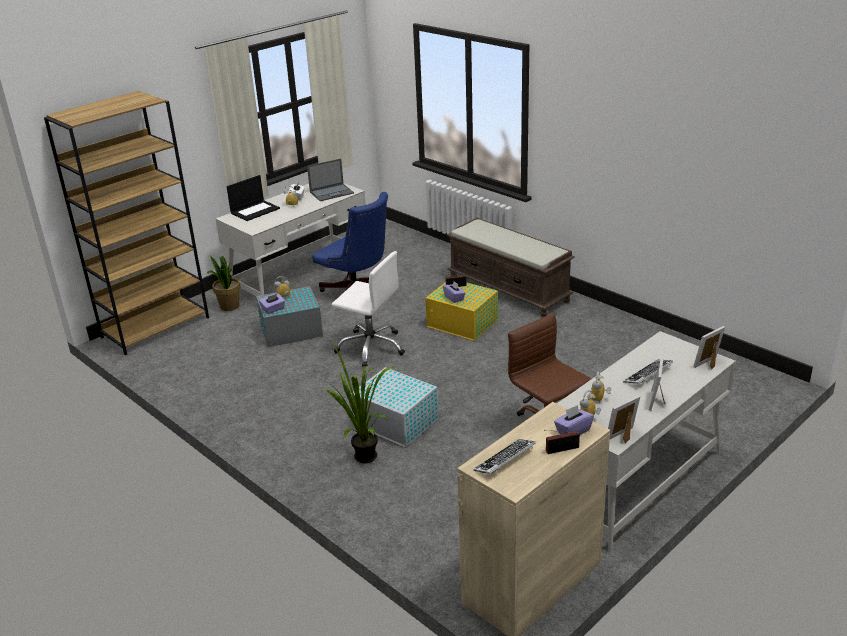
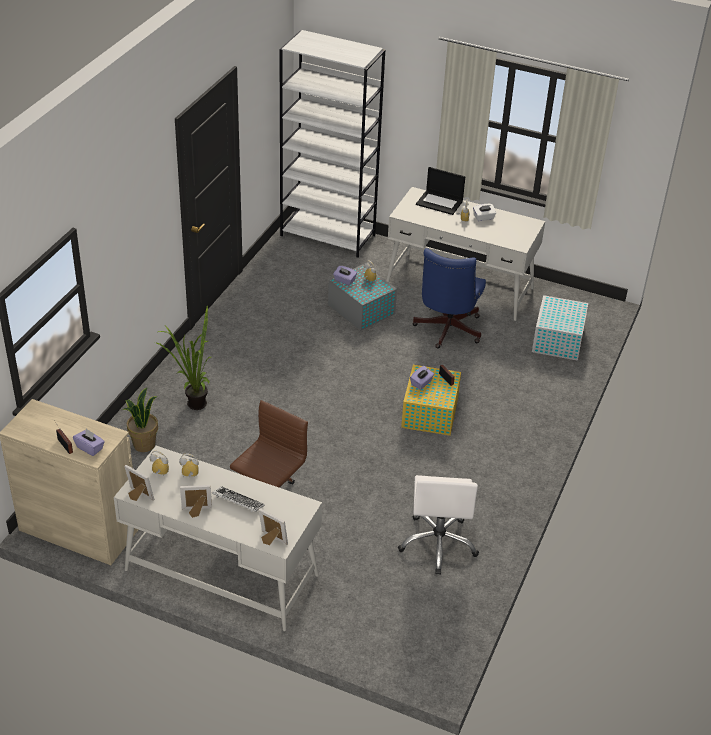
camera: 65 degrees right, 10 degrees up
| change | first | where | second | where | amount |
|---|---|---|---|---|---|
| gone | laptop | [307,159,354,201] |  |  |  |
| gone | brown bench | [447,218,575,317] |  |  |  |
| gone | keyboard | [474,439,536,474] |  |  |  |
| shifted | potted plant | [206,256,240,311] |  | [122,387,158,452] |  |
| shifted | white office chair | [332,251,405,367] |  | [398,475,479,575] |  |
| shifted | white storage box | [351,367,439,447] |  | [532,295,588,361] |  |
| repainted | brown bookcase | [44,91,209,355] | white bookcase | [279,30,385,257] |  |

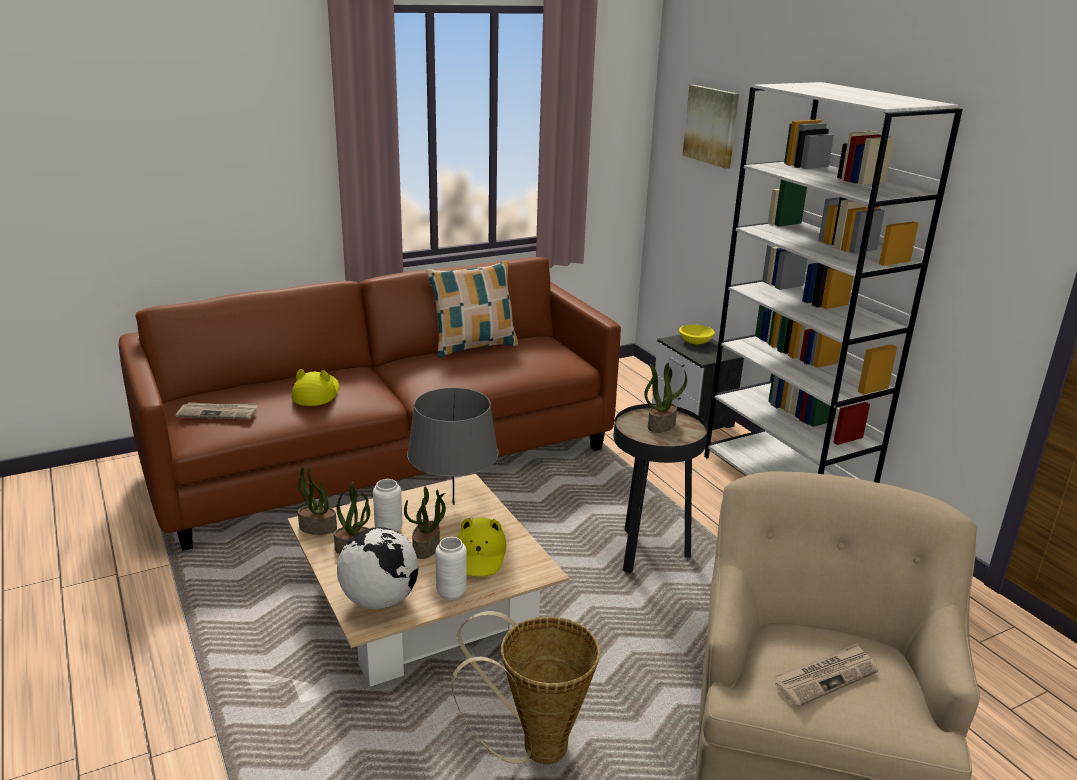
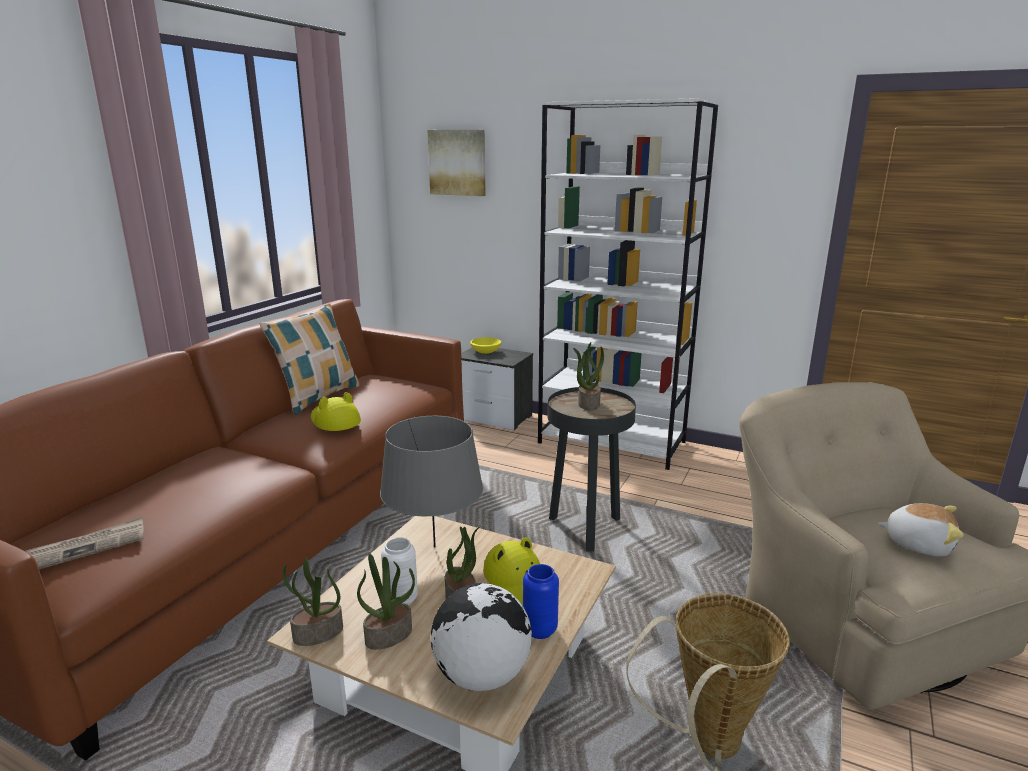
camera: 35 degrees left, 5 degrees down
| change | first | where | second | where | amount |
|---|---|---|---|---|---|
| shifted | yellow hat | [292,369,339,406] |  | [311,392,361,431] |  |
| swapped | newspaper | [774,643,878,707] | plush toy | [877,503,964,556] |  |
| repainted | white vase | [435,537,467,600] | blue vase | [523,564,559,639] |  |

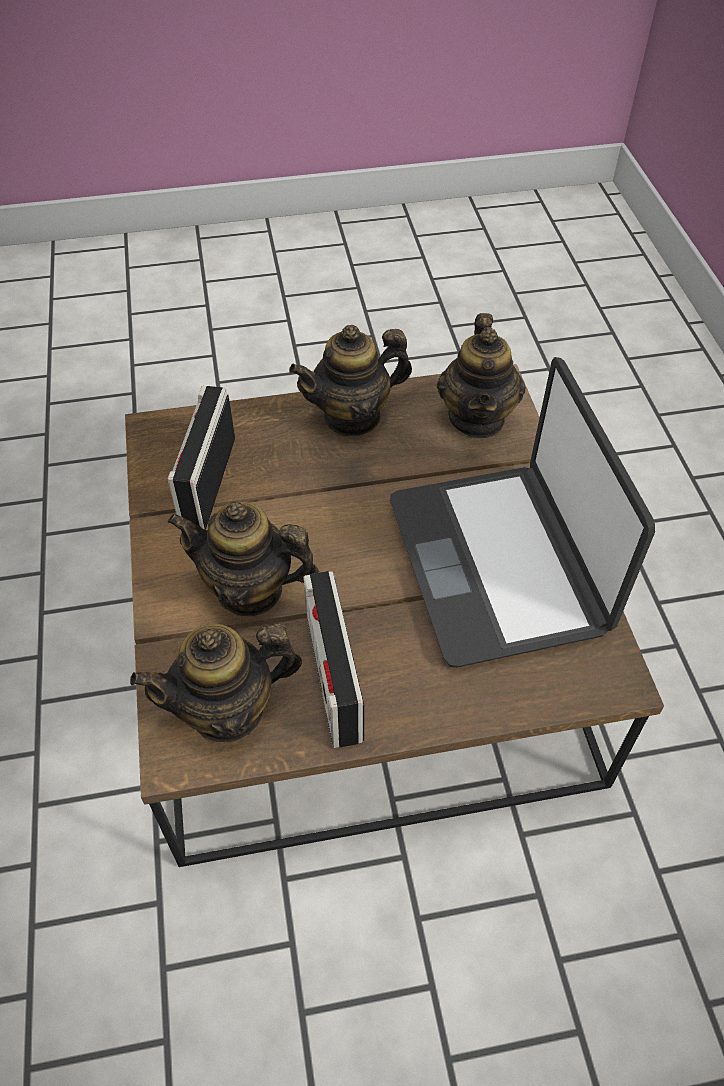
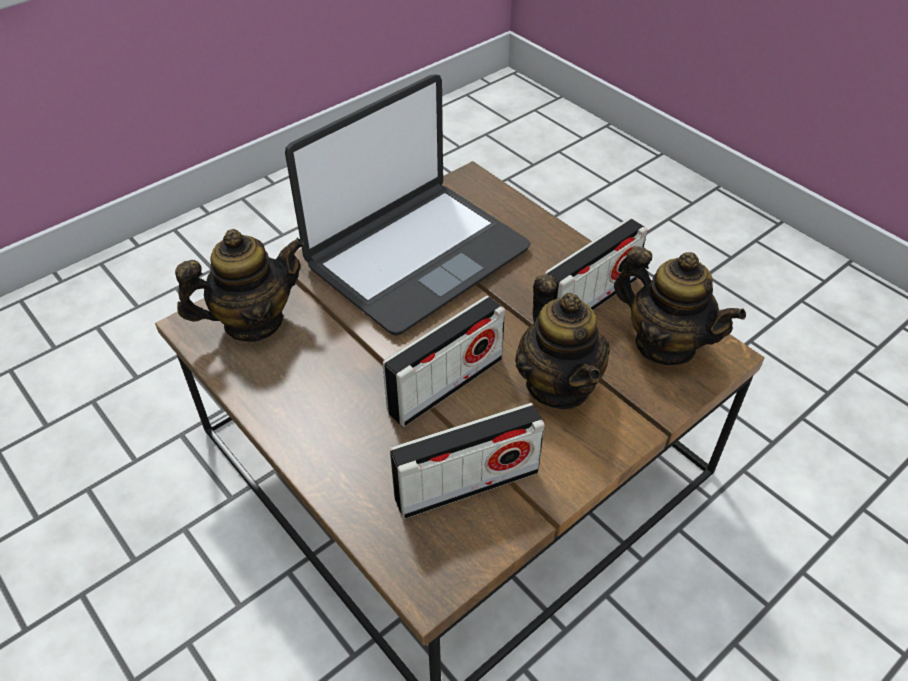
camera: 120 degrees left, 5 degrees down
| change | first | where | second | where | amount |
|---|---|---|---|---|---|
| gone | teapot | [289,325,412,436] |  |  |  |
| new |  |  | radio | [383,296,505,427] |  |

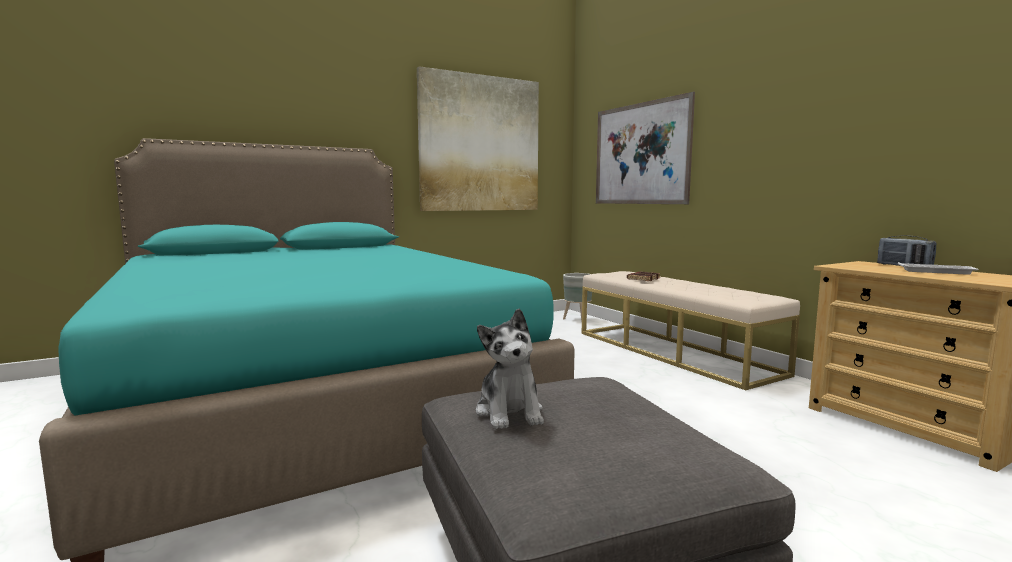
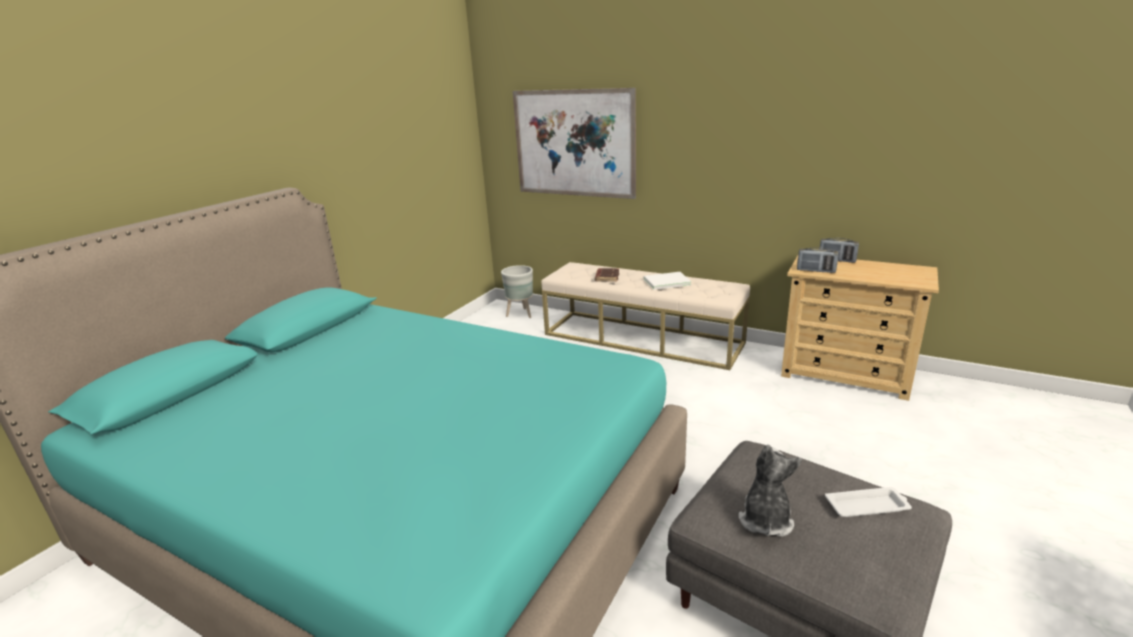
camera: 30 degrees left, 15 degrees up
| change | first | where | second | where | amount |
|---|---|---|---|---|---|
| gone | picture | [417,66,539,211] |  |  |  |
| new |  |  | white book | [643,272,692,290] |  |
| new |  |  | radio | [797,247,839,273] |  |
| shifted | white tray | [898,262,978,275] |  | [825,487,912,517] |  |
| rotated | plush toy | [476,309,544,429] |  | [738,444,802,537] | 120 degrees counterclockwise |

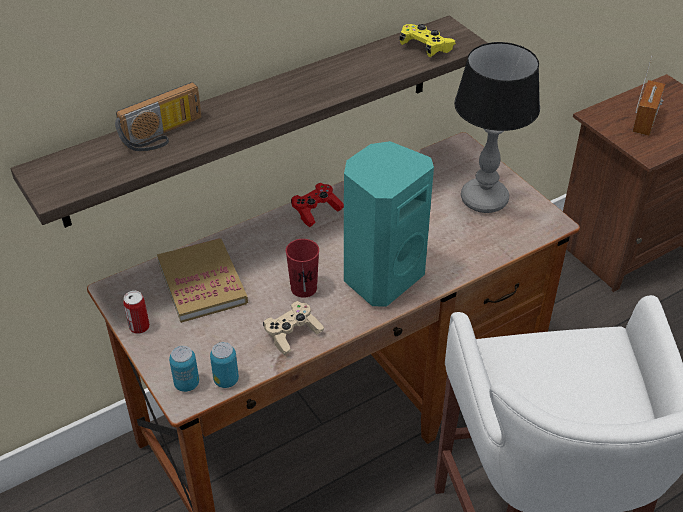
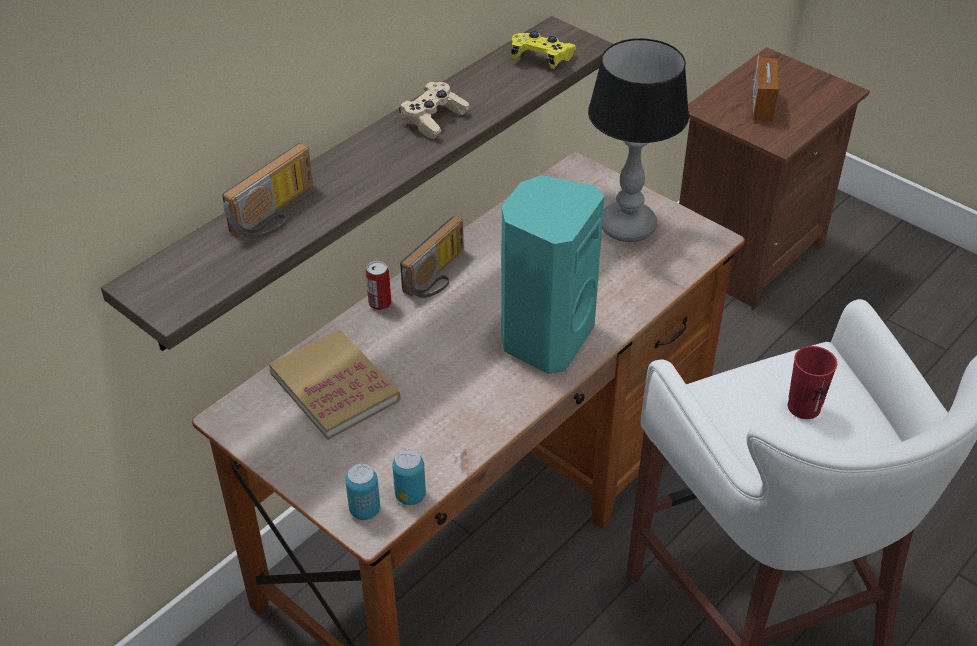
camera: 15 degrees left, 0 degrees up
| change | first | where | second | where | amount |
|---|---|---|---|---|---|
| shifted | can | [123,291,150,334] |  | [366,261,391,310] |  |
| shifted | beige game controller | [263,301,324,355] |  | [399,82,470,139] |  |
| shifted | red cup | [286,239,319,298] |  | [788,346,837,419] |  |
| swapped | red game controller | [291,183,344,227] | radio | [400,216,464,298] |  |

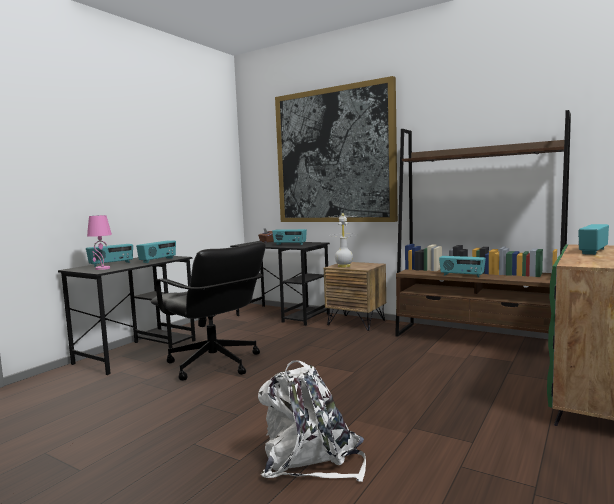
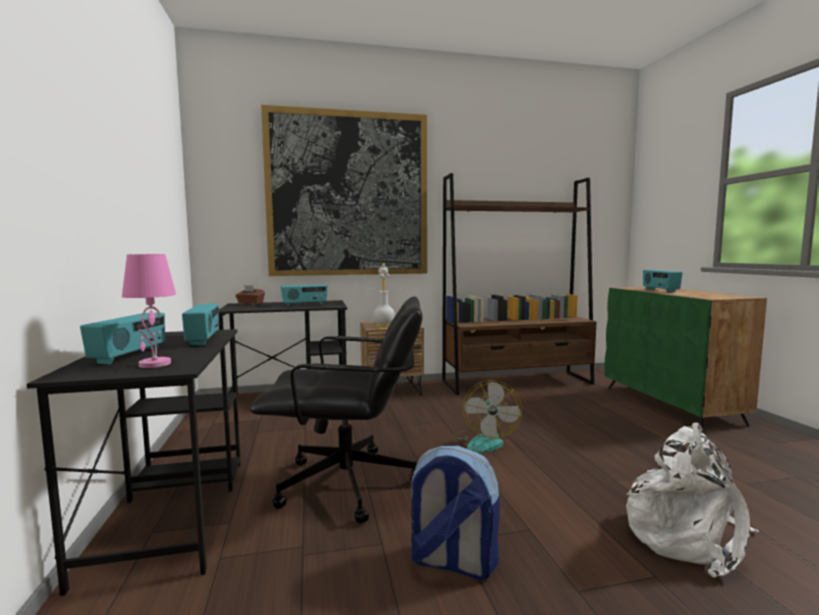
camera: 45 degrees left, 0 degrees up
| change | first | where | second | where | amount |
|---|---|---|---|---|---|
| gone | radio | [439,256,486,278] |  |  |  |
| new |  |  | backpack | [409,446,500,580] |  |
| new |  |  | fan | [453,380,522,453] |  |

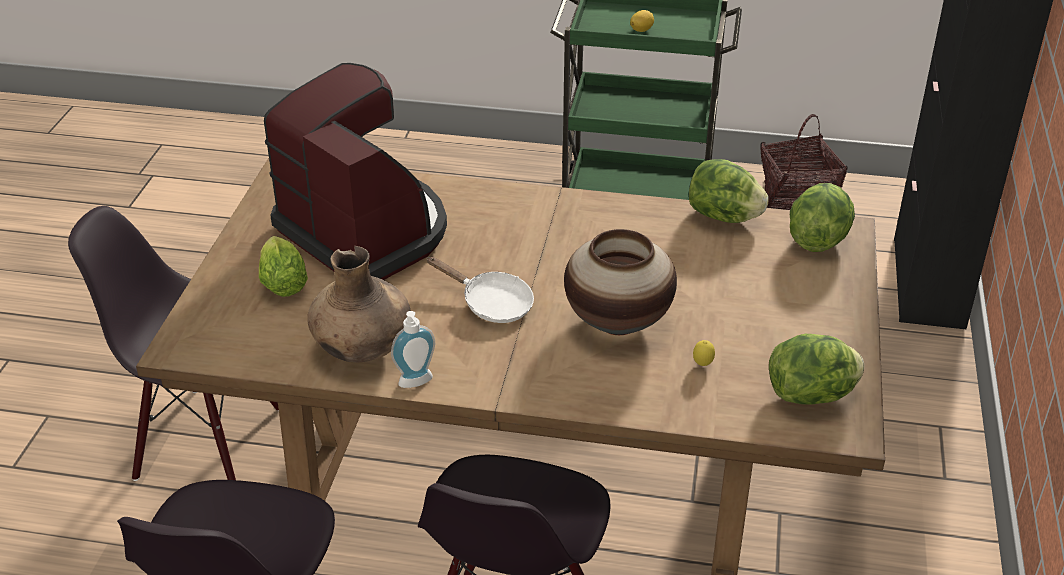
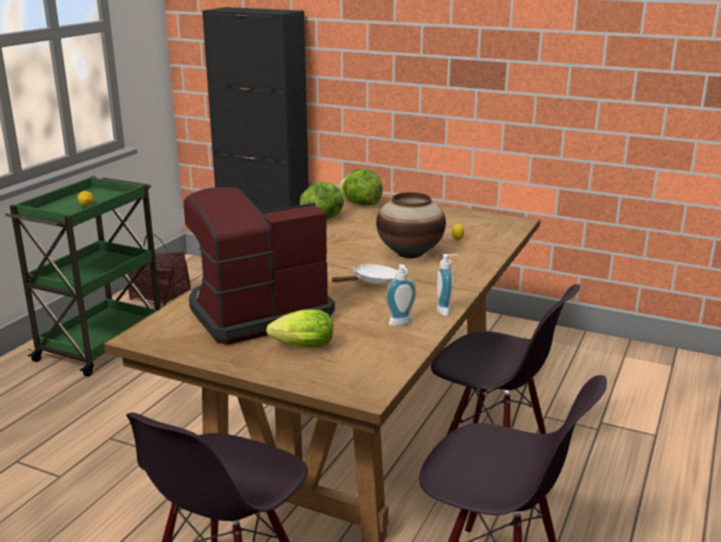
camera: 75 degrees left, 15 degrees down
| change | first | where | second | where | amount |
|---|---|---|---|---|---|
| gone | lettuce | [769,334,864,405] |  |  |  |
| swapped | brown vase | [307,246,410,363] | soap dispenser | [386,264,416,326] |  |

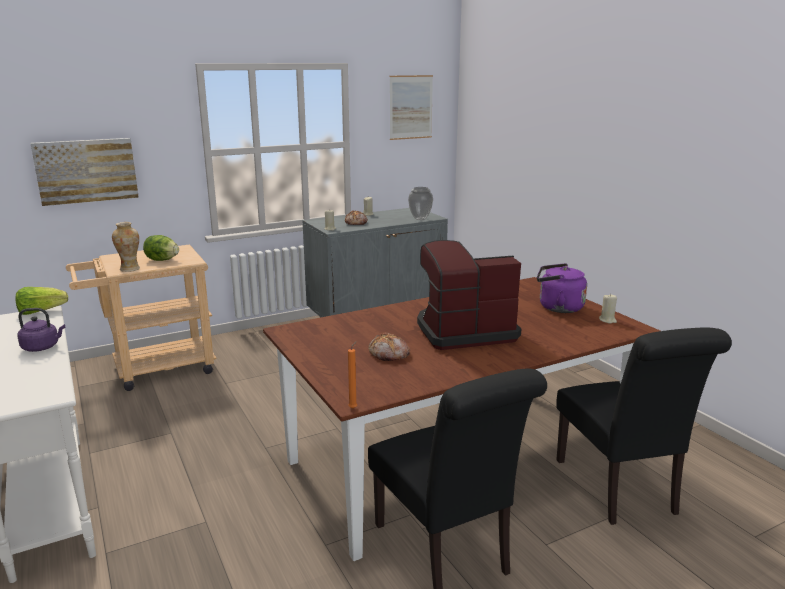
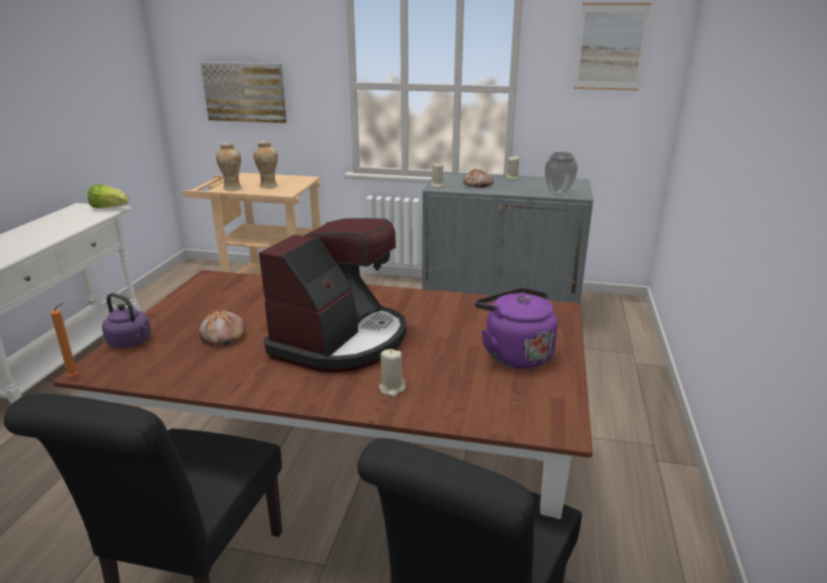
camera: 40 degrees right, 5 degrees up
| change | first | where | second | where | amount |
|---|---|---|---|---|---|
| shifted | purple kettle | [17,308,65,352] |  | [102,293,151,348] |  |
| shifted | beige candle | [599,294,617,324] |  | [379,349,406,397] |  |
| swapped | lettuce | [143,235,179,261] | vase | [253,141,278,188] |  |
| rotated | coffee machine | [417,240,522,350] |  | [259,218,407,373] | 90 degrees clockwise |

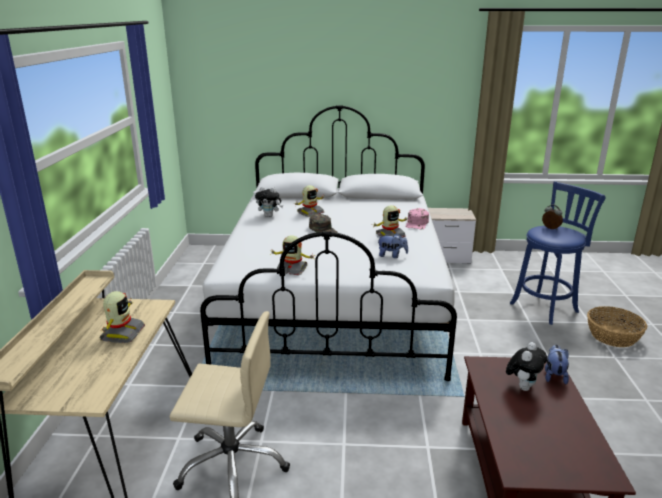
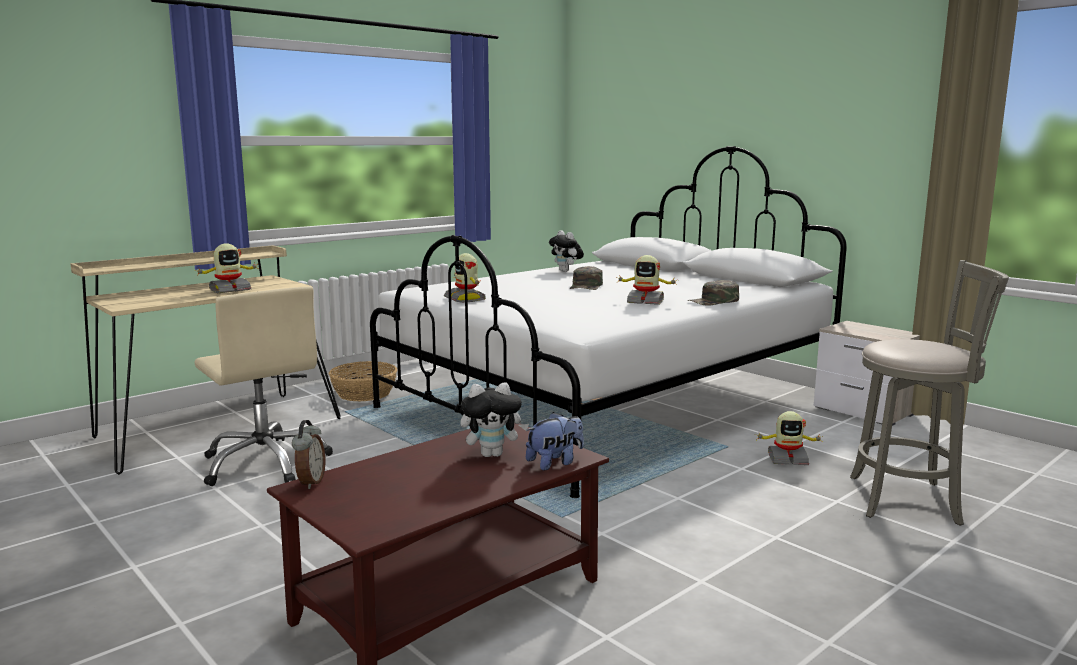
camera: 45 degrees right, 10 degrees down
| change | first | where | second | where | amount |
|---|---|---|---|---|---|
| gone | plush toy | [378,233,408,258] |  |  |  |
| shifted | toy robot | [294,185,325,217] |  | [755,411,824,465] |  |
| shifted | alarm clock | [542,204,563,230] |  | [292,420,325,489] |  |
| shifted | basket | [587,306,647,347] |  | [328,361,397,401] |  |
| repainted | pink cap | [406,208,429,229] | green cap | [687,280,739,306] |  |
| repainted | blue stool | [510,181,606,325] | grey stool | [850,260,1009,526] |  |

